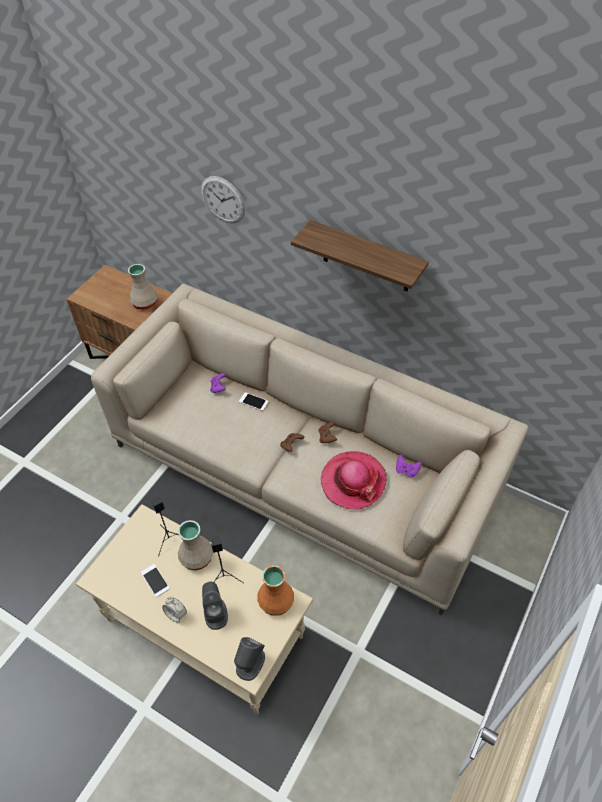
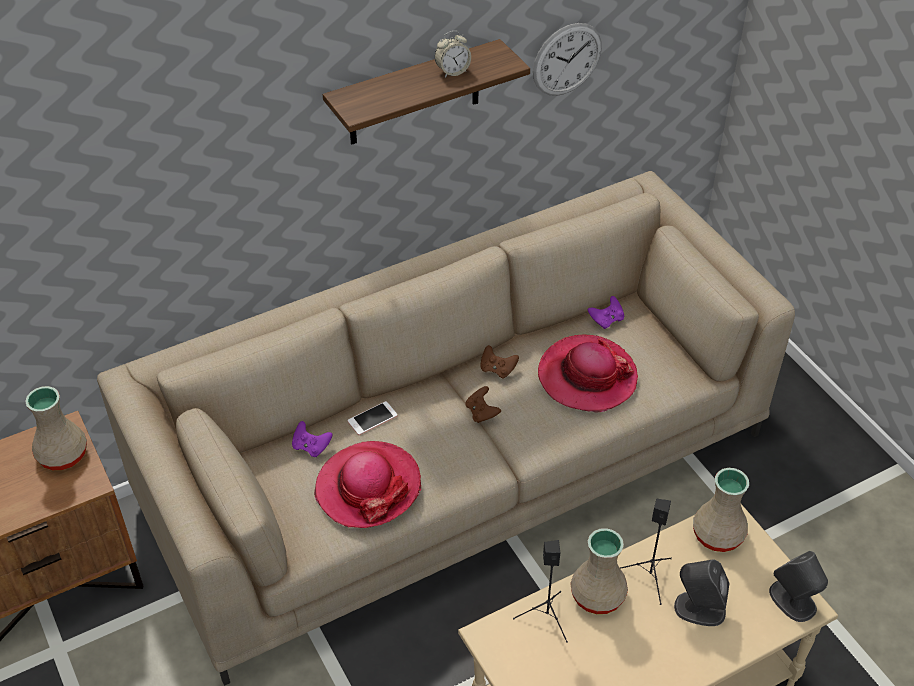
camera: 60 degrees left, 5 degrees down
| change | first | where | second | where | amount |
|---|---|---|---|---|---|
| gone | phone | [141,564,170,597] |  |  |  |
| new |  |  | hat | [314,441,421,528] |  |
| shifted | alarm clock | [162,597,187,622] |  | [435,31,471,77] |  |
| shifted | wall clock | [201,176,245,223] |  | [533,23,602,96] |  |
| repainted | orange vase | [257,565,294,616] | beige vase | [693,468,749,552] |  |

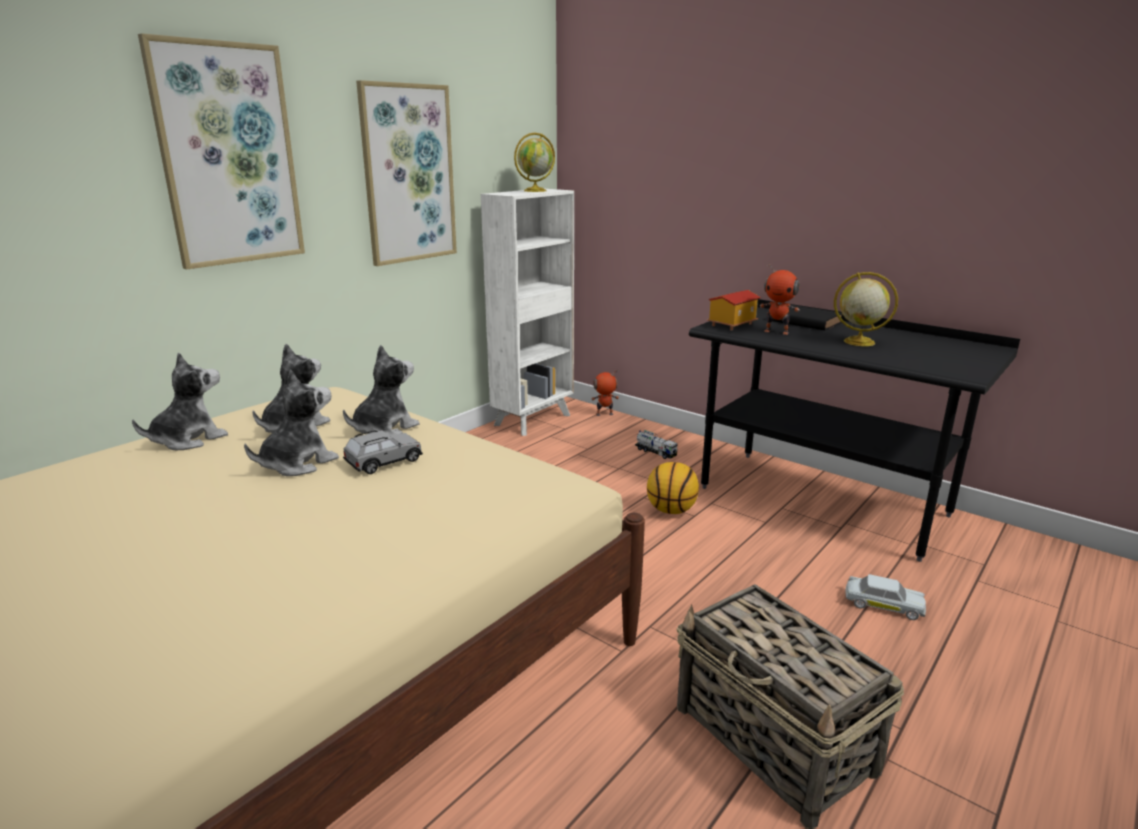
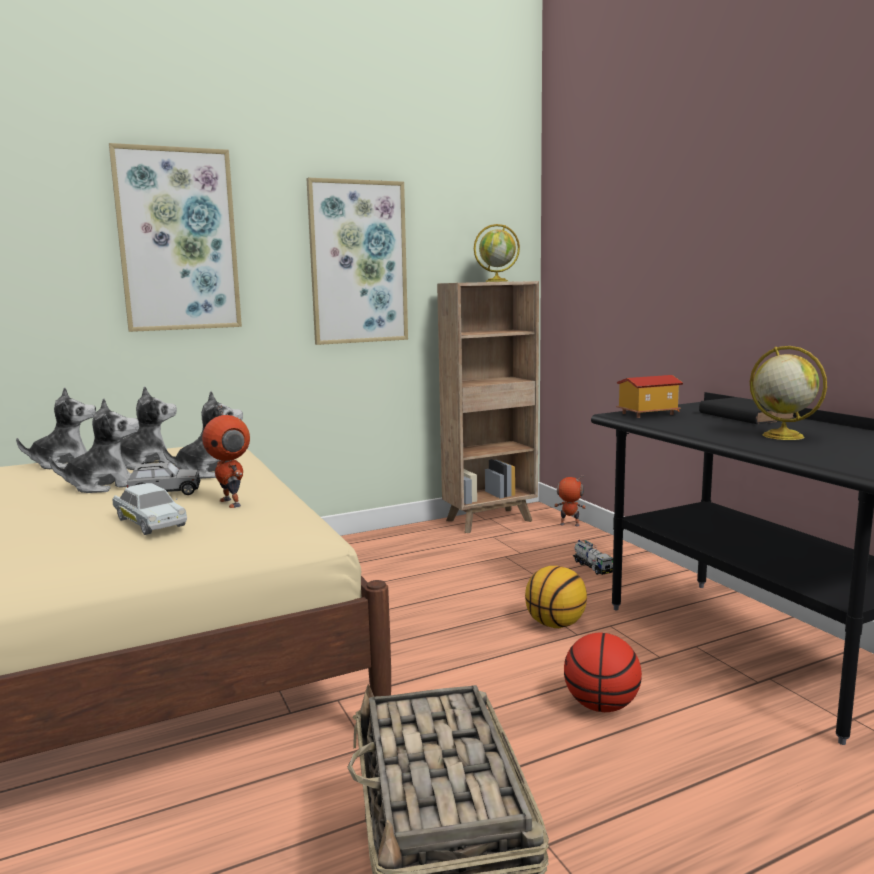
camera: 25 degrees right, 10 degrees down
| change | first | where | second | where | amount |
|---|---|---|---|---|---|
| new |  |  | basketball | [564,633,642,712] |  |
| shifted | toy robot | [760,264,800,335] |  | [202,405,250,508] |  |
| shifted | white toy car | [845,574,926,620] |  | [112,483,187,535] |  |
| repainted | white bookcase | [481,189,574,436] | brown bookcase | [437,281,539,533] |  |

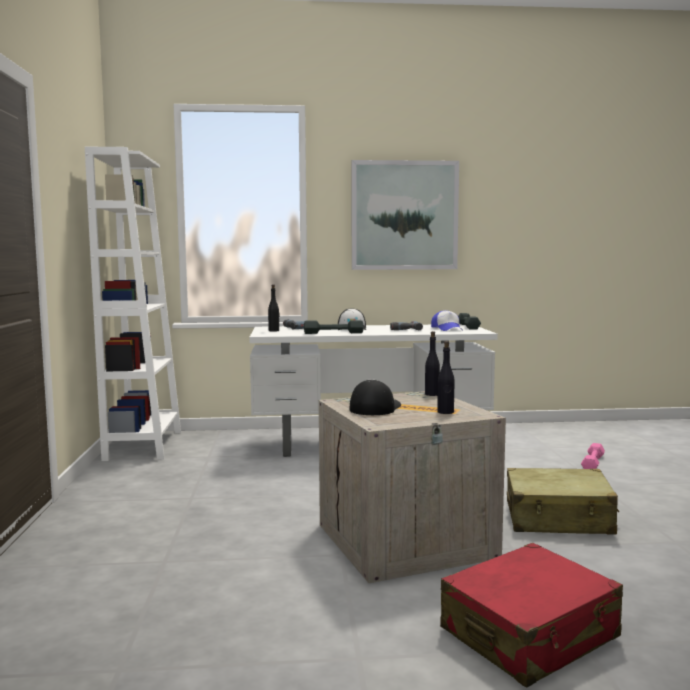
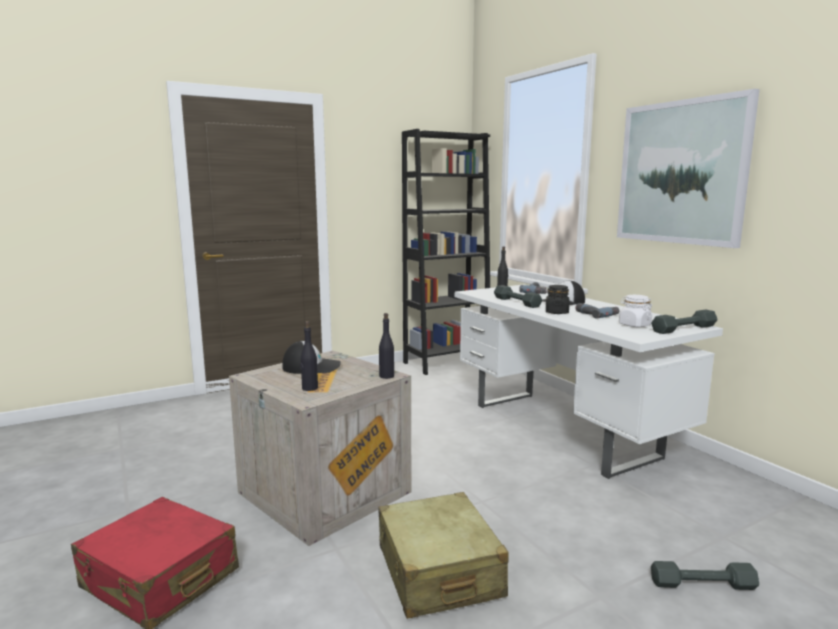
camera: 65 degrees right, 5 degrees up
| change | first | where | second | where | amount |
|---|---|---|---|---|---|
| new |  |  | black jar | [546,285,570,314] |  |
| swapped | cap | [431,311,462,331] | white jar | [619,295,652,327] |  |
| repainted | white bookcase | [85,147,181,461] | black bookcase | [402,129,490,375] |  |
| repainted | pink dumbbell | [581,443,605,469] | grey dumbbell | [651,561,759,590] |  |

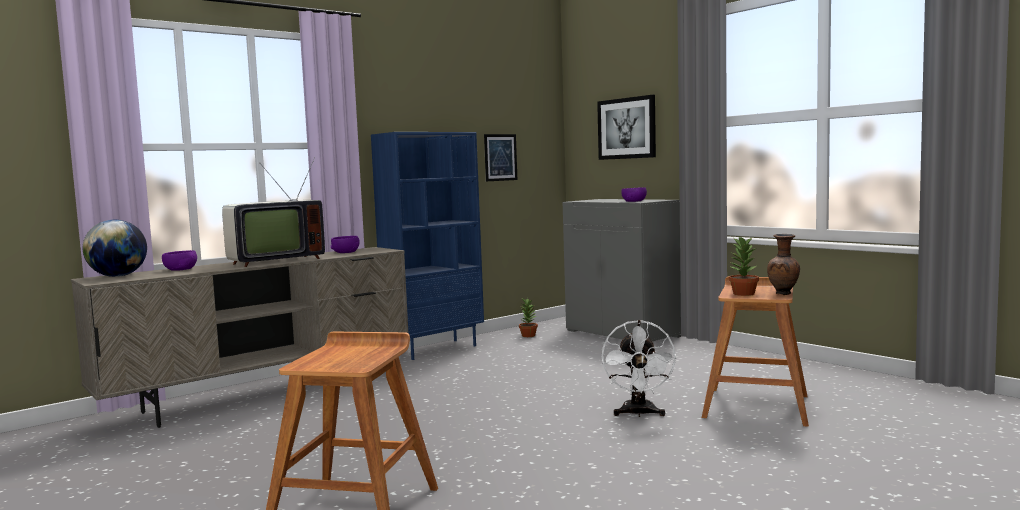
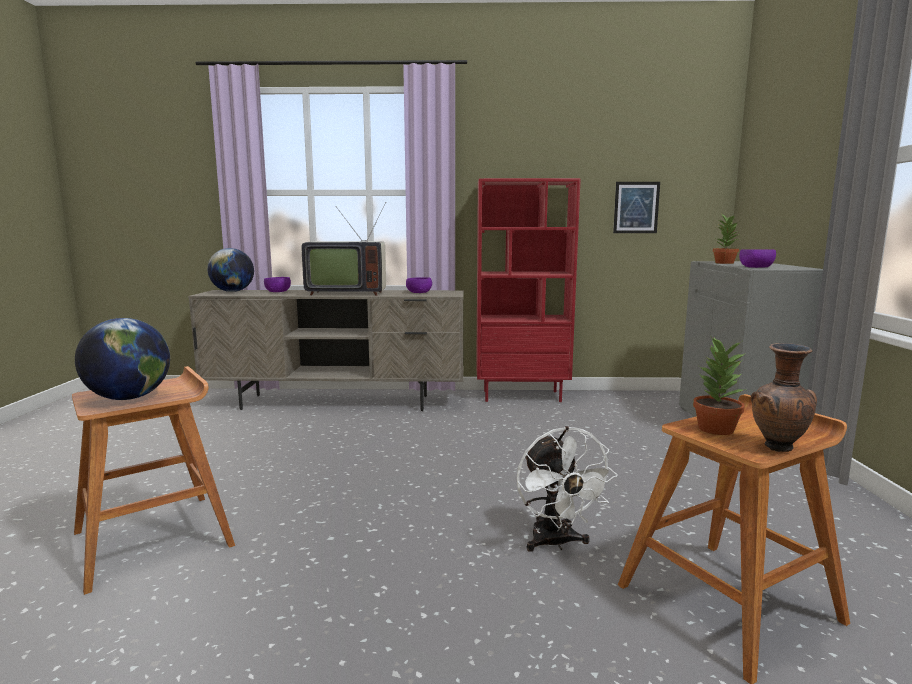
camera: 40 degrees right, 5 degrees up
| change | first | where | second | where | amount |
|---|---|---|---|---|---|
| gone | picture | [597,95,656,160] |  |  |  |
| new |  |  | globe | [75,318,170,400] |  |
| shifted | potted plant | [519,298,538,337] |  | [713,215,739,264] |  |
| repainted | blue bookcase | [371,132,484,360] | red bookcase | [476,178,581,402] |  |
| rotated | white fan | [602,320,677,417] |  | [516,426,618,552] | 60 degrees counterclockwise |

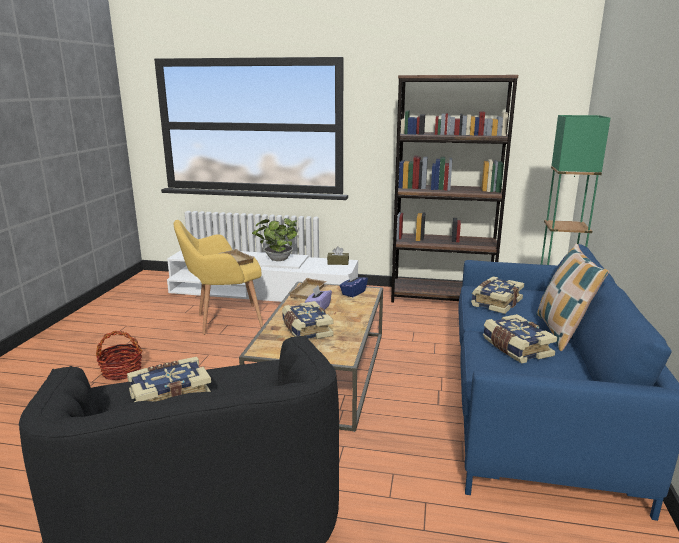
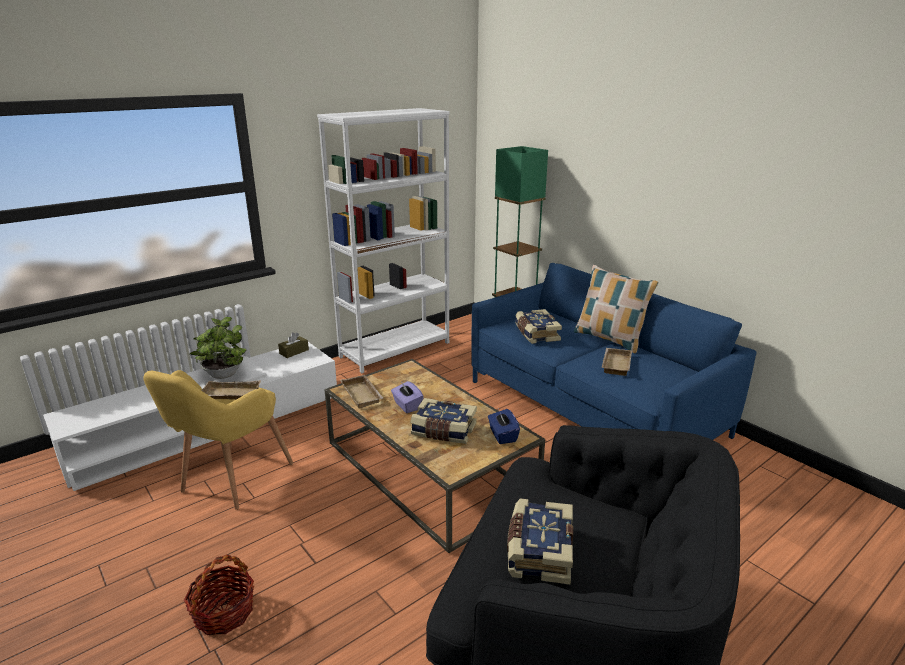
camera: 50 degrees left, 5 degrees up
| change | first | where | second | where | amount |
|---|---|---|---|---|---|
| shifted | blue tissue box | [340,272,368,297] |  | [488,408,520,444] |  |
| swapped | book | [483,314,557,363] | beige tray | [602,348,632,376] |  |
| repainted | brown bookcase | [391,75,518,302] | white bookcase | [317,108,450,373] |  |

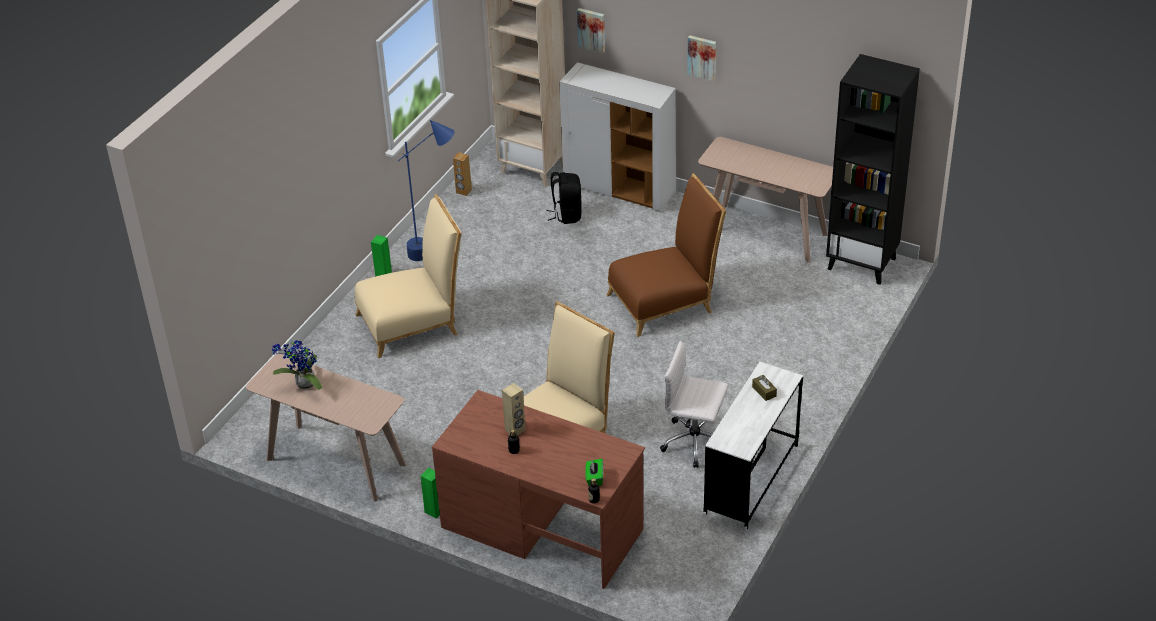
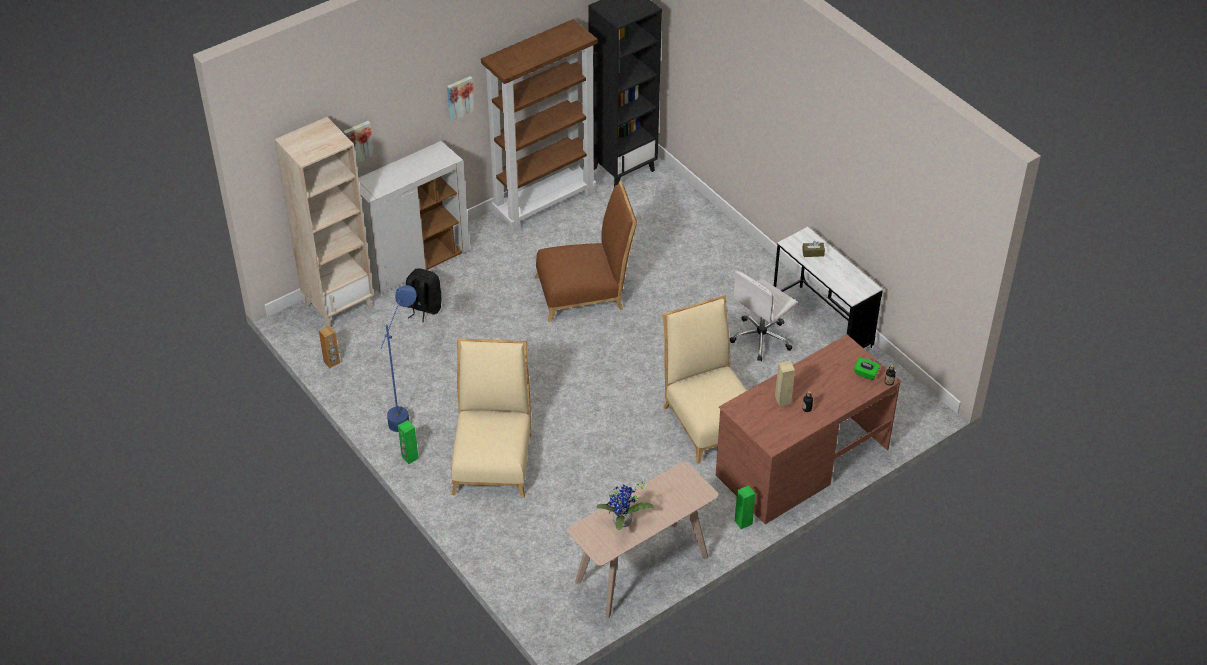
camera: 65 degrees left, 5 degrees up
| change | first | where | second | where | amount |
|---|---|---|---|---|---|
| swapped | beige console table | [698,137,833,263] | brown bookcase | [481,19,598,233] |  |
| rotated | brown chair | [607,173,726,337] |  | [535,181,637,322] | 75 degrees clockwise |

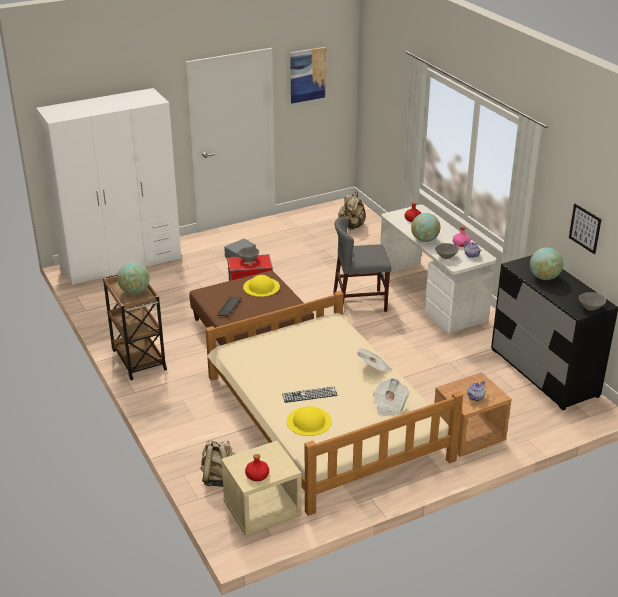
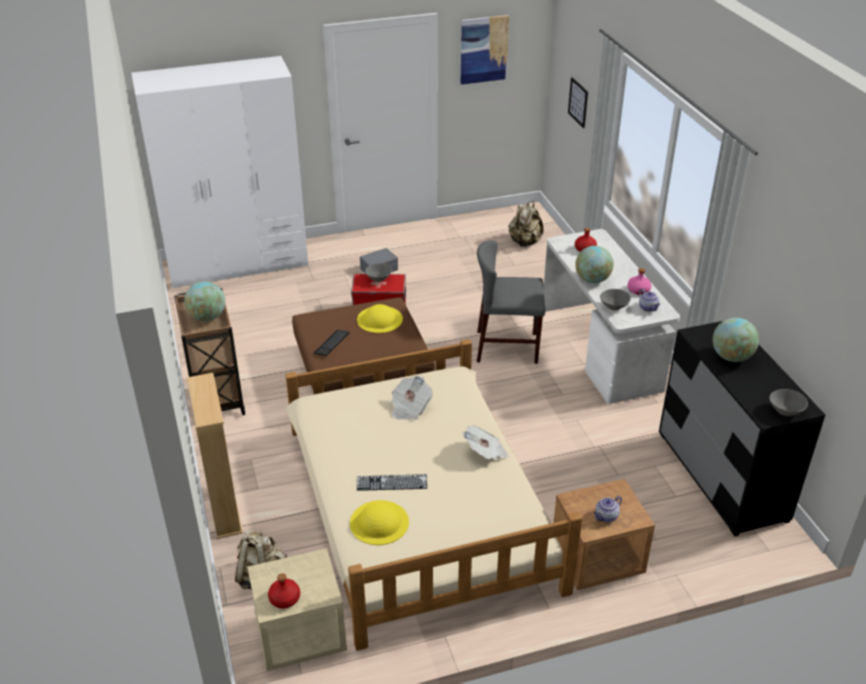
camera: 10 degrees right, 5 degrees up
| change | first | where | second | where | amount |
|---|---|---|---|---|---|
| new |  |  | beige bookcase | [187,373,243,539] |  |
| shifted | newspaper | [373,378,409,416] |  | [391,376,433,420] |  |
| shifted | picture | [569,204,602,254] |  | [568,77,588,128] |  |

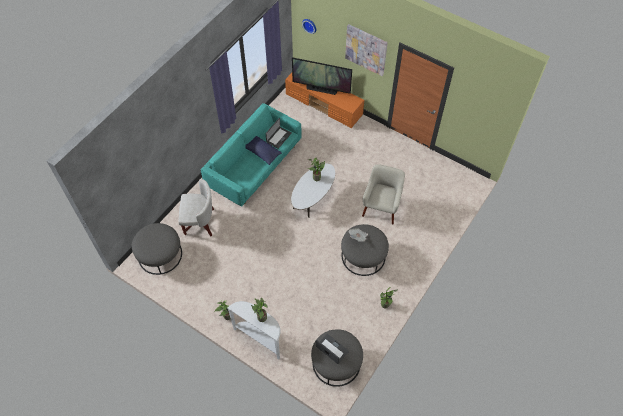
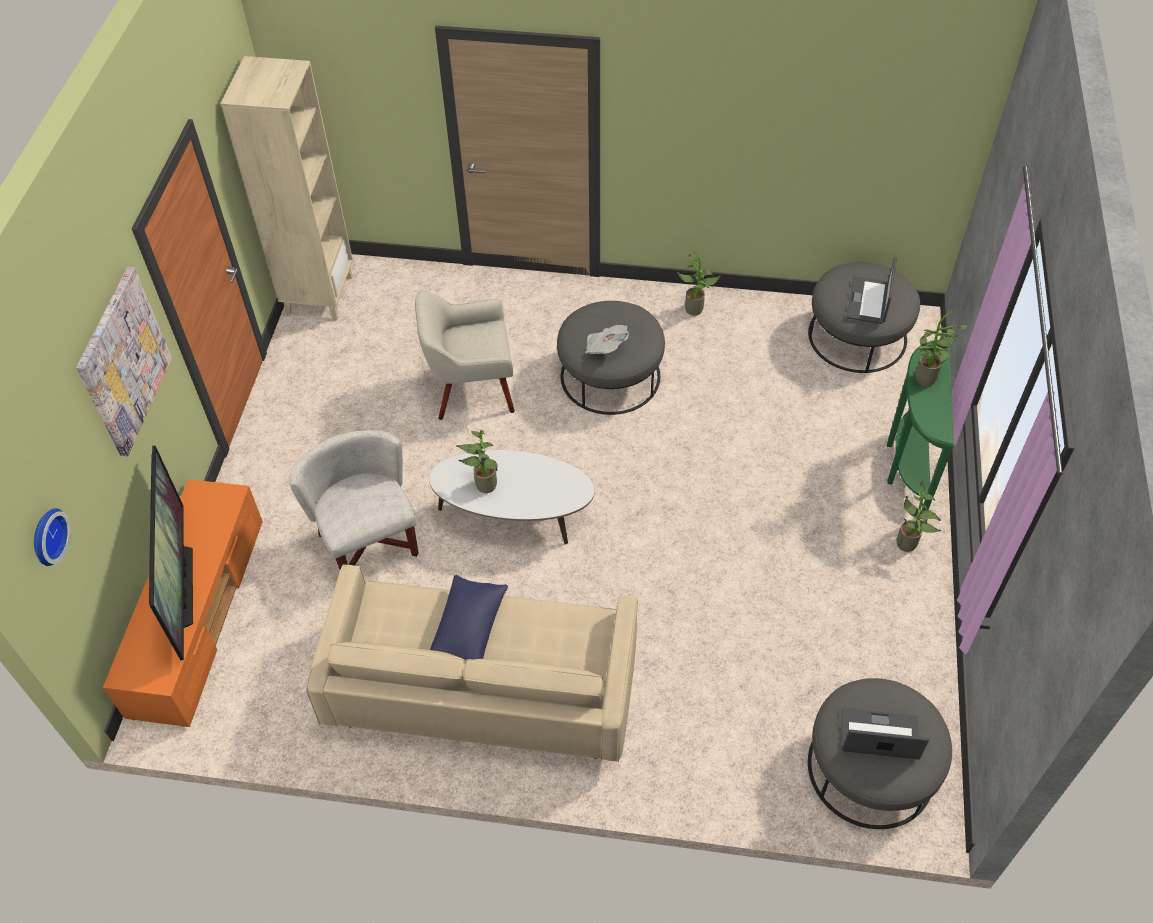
camera: 115 degrees left, 5 degrees down
| change | first | where | second | where | amount |
|---|---|---|---|---|---|
| new |  |  | beige bookcase | [221,56,353,321] |  |
| shifted | white armchair | [178,179,214,236] |  | [289,430,419,570] |  |
| shifted | laptop | [266,118,292,149] |  | [842,708,929,760] |  |
| repainted | turquoise sofa | [201,103,301,207] | beige sofa | [306,564,638,762] |  |
| repainted | white console table | [227,301,281,360] | green console table | [887,340,954,519] |  |

